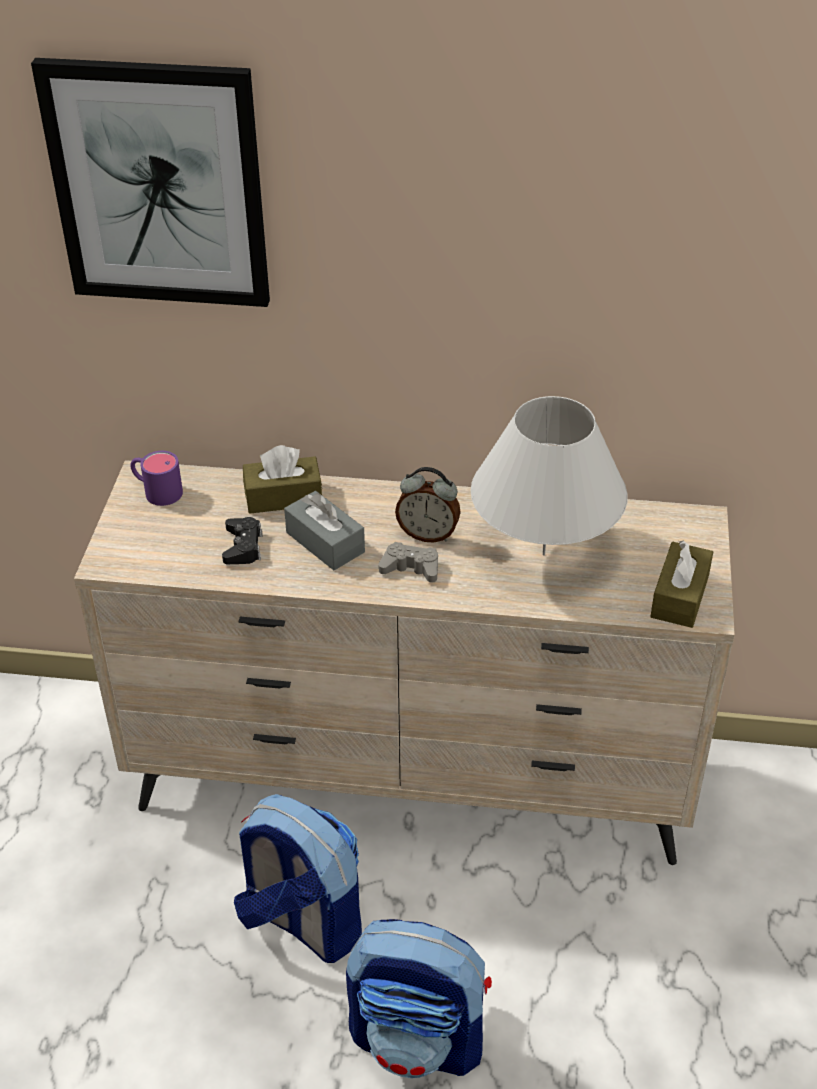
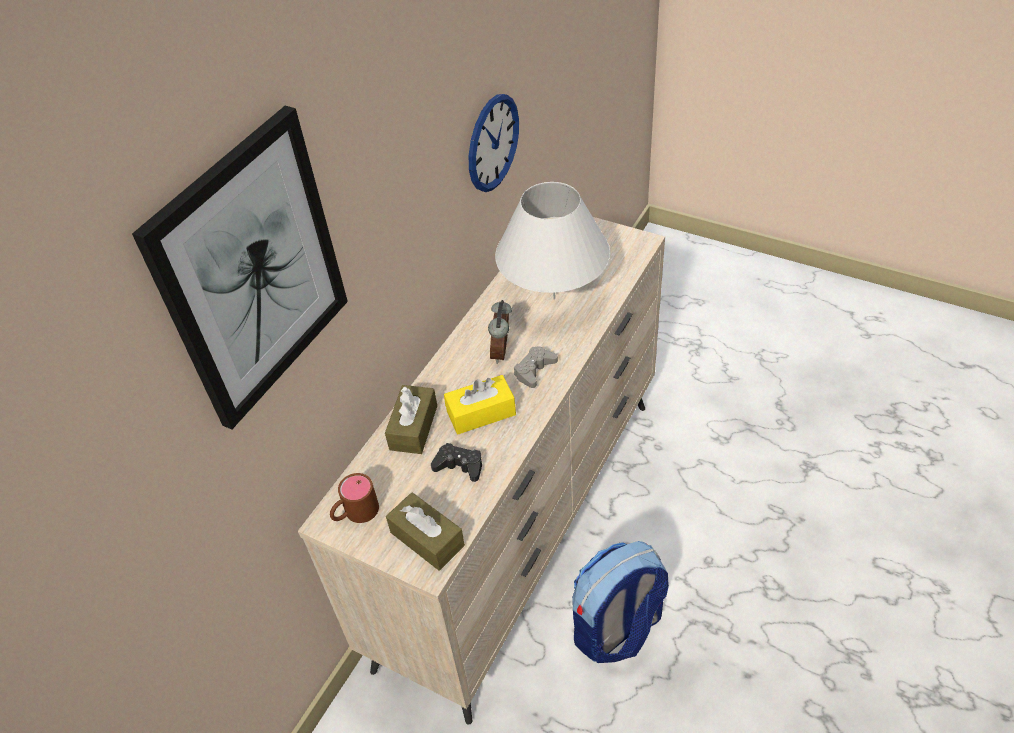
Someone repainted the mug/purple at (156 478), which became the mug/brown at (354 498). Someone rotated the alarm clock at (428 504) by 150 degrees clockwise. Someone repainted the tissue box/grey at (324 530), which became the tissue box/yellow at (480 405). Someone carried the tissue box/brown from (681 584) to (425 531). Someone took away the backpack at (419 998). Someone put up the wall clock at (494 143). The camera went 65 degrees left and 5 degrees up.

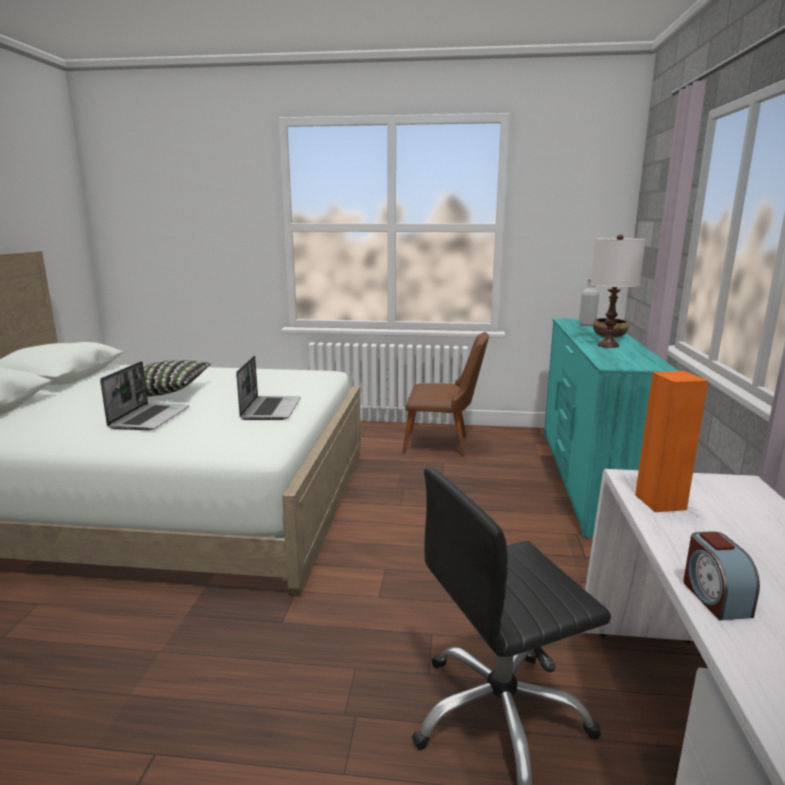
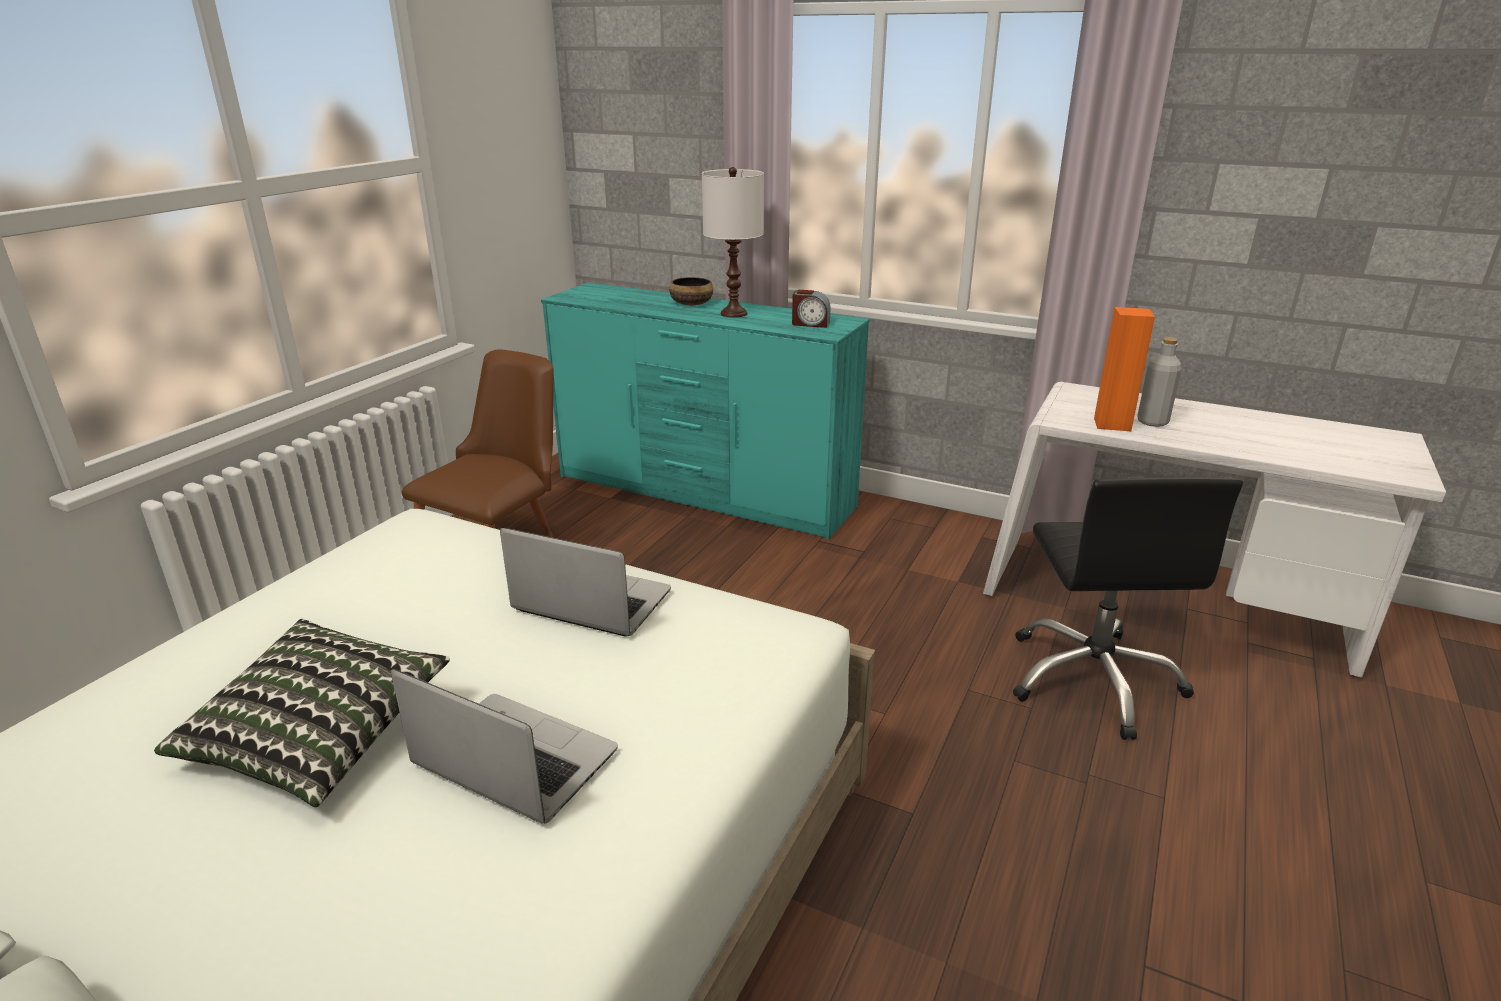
Someone carried the bottle/grey from (589 302) to (1159 382). Someone carried the alarm clock from (721 575) to (811 309). The camera went 70 degrees left and 10 degrees up.

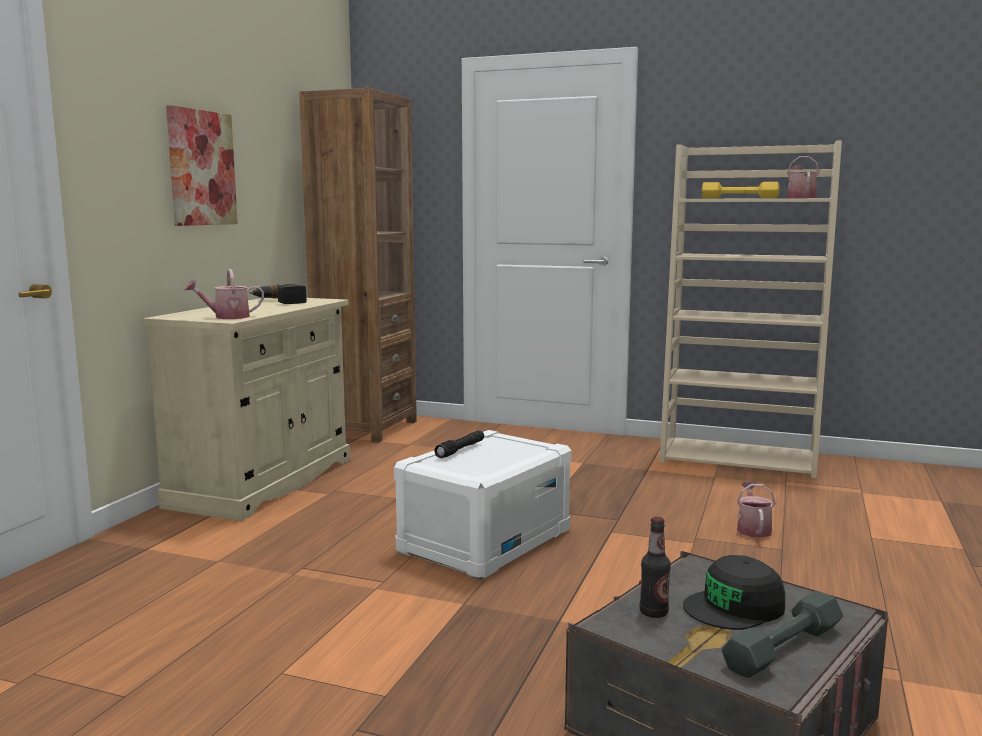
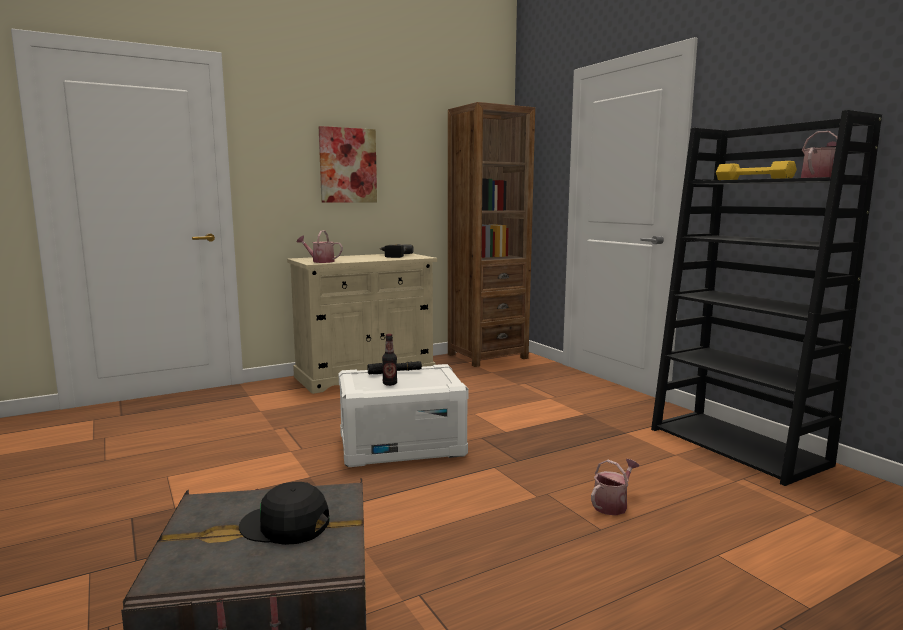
Someone repainted the bookcase/beige at (750 309), which became the bookcase/black at (766 298). Someone carried the bottle from (655 567) to (389 360). Someone took away the dumbbell/grey at (782 634). The camera went 40 degrees right and 0 degrees up.

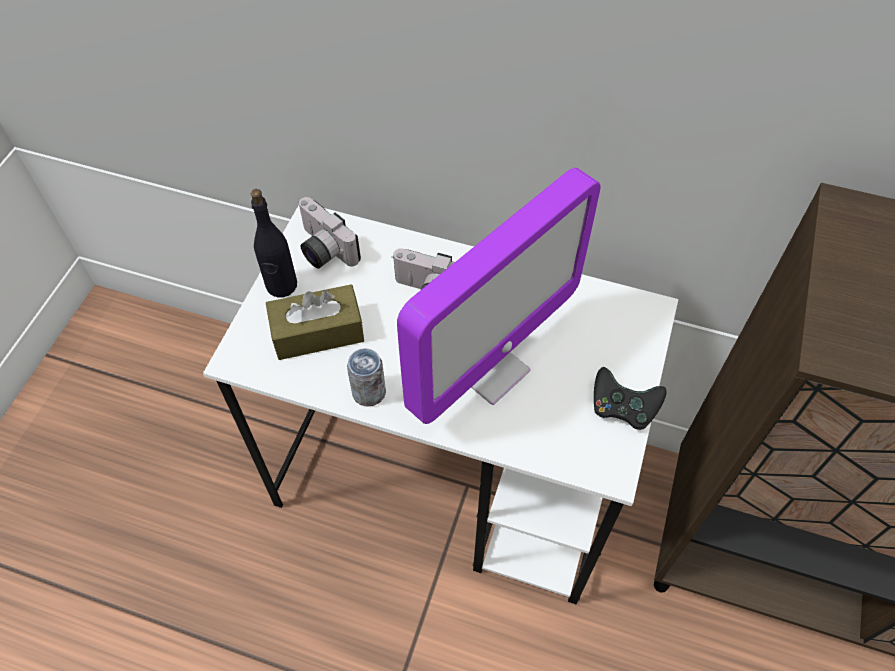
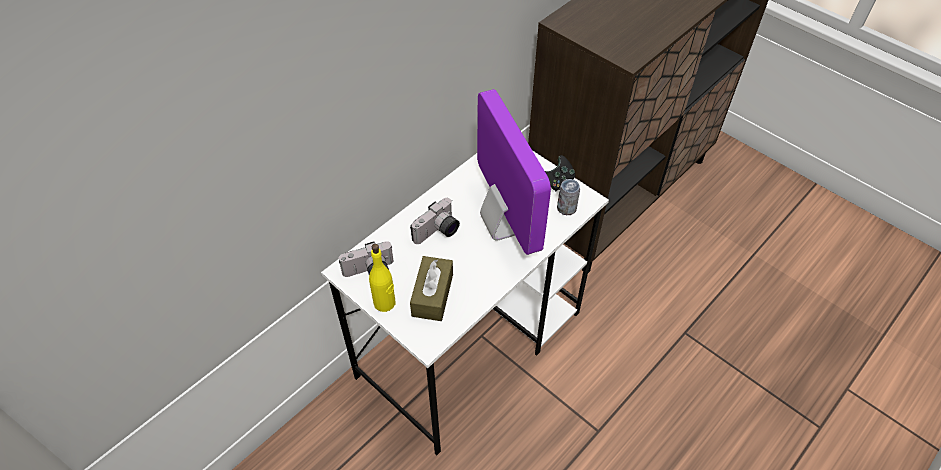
Someone repainted the bottle/black at (274 243), which became the bottle/yellow at (382 278). Someone carried the can from (366 377) to (568 197). The camera went 65 degrees left and 5 degrees down.

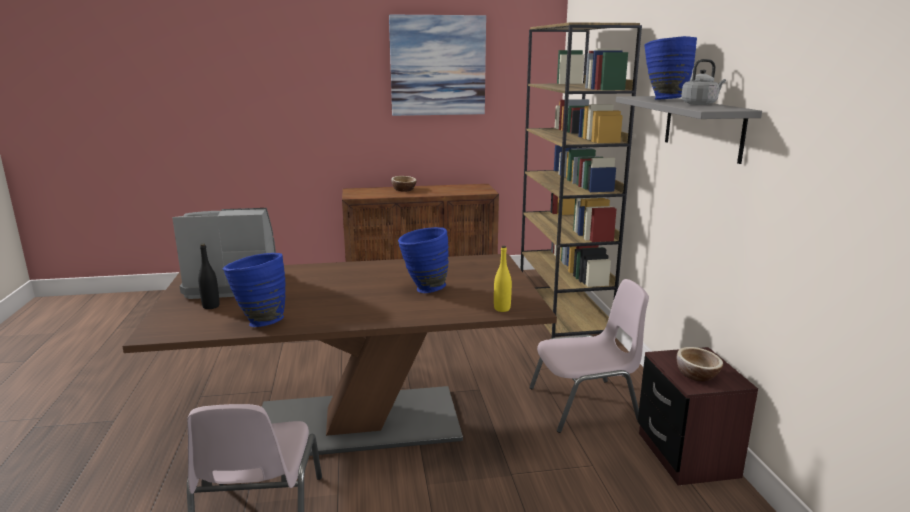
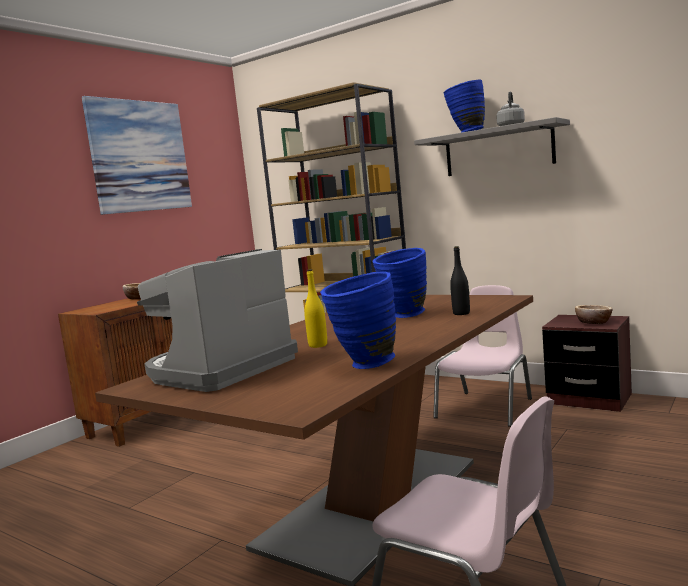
Someone carried the bottle/black from (209 276) to (460 280). Someone carried the bottle/yellow from (503 279) to (315 308). The camera went 45 degrees left and 10 degrees down.

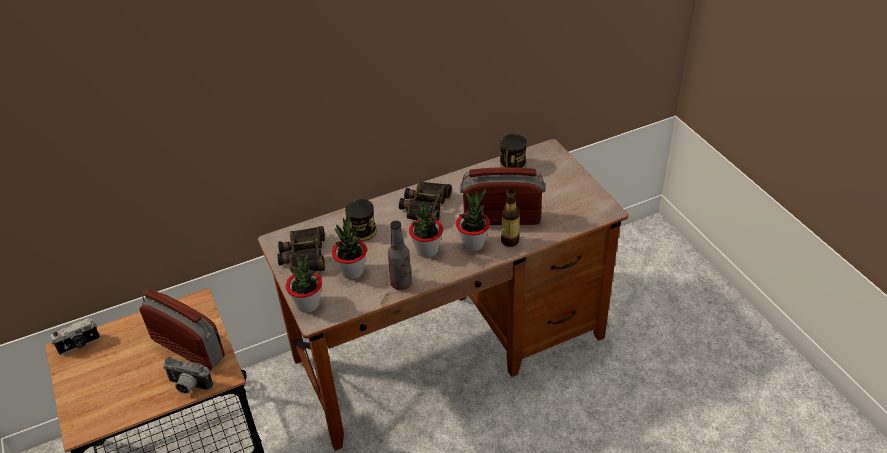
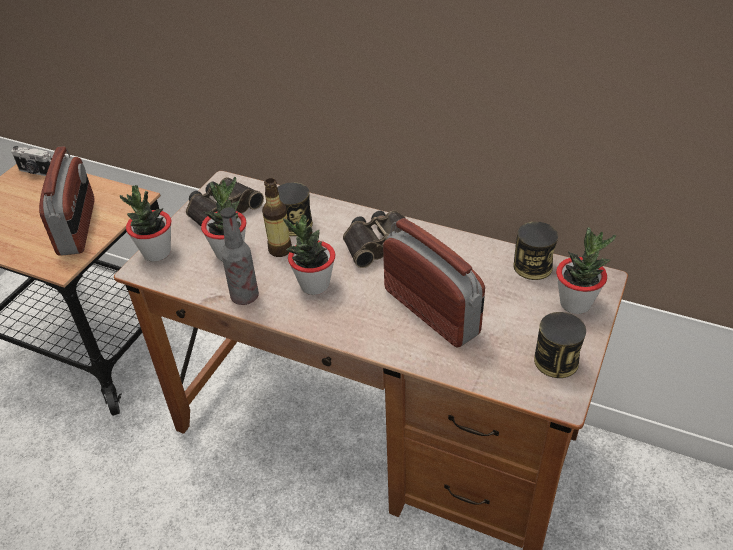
Someone carried the potted plant from (473 219) to (586 270). Someone carried the bottle from (510 218) to (277 217). Someone took away the photo camera at (188 375). Someone put down the can at (560 345). The camera went 50 degrees right and 0 degrees up.

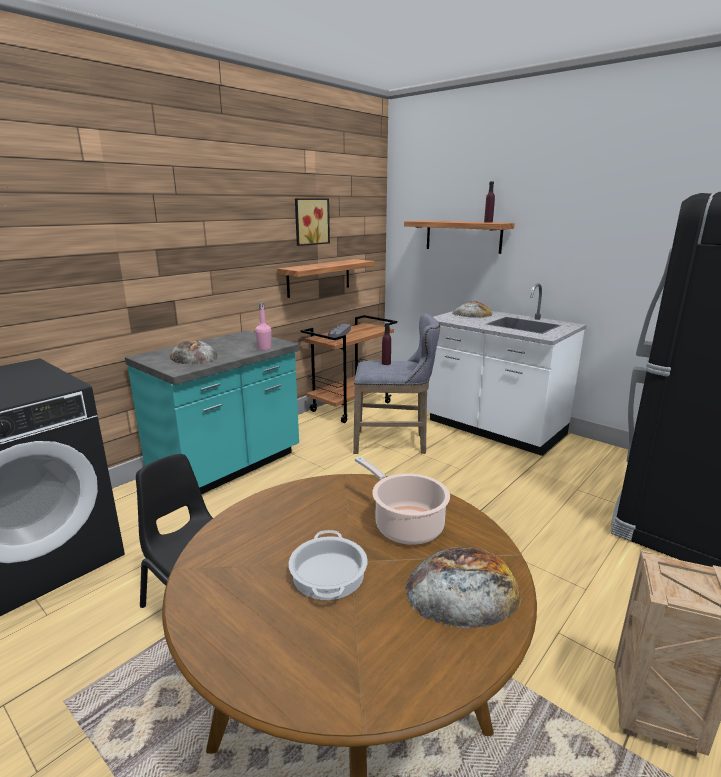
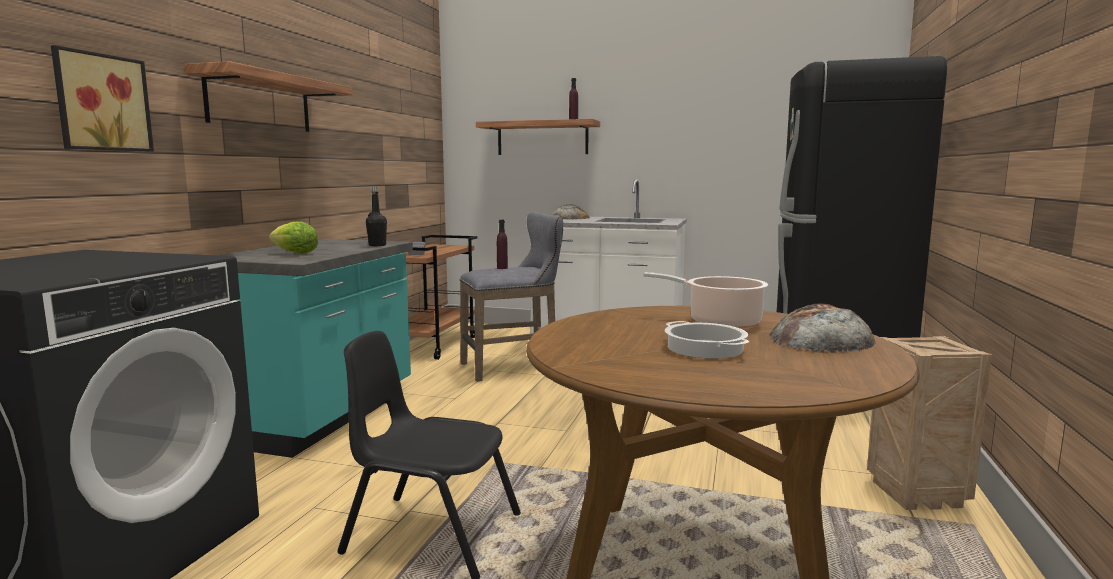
Someone carried the picture from (312 222) to (102 98). Someone carried the shelf from (326 278) to (268 96). Someone repainted the bottle/pink at (263 326), which became the bottle/black at (376 216). Someone swapped the bread at (194 352) for the lettuce at (293 237). The camera went 25 degrees left and 10 degrees down.

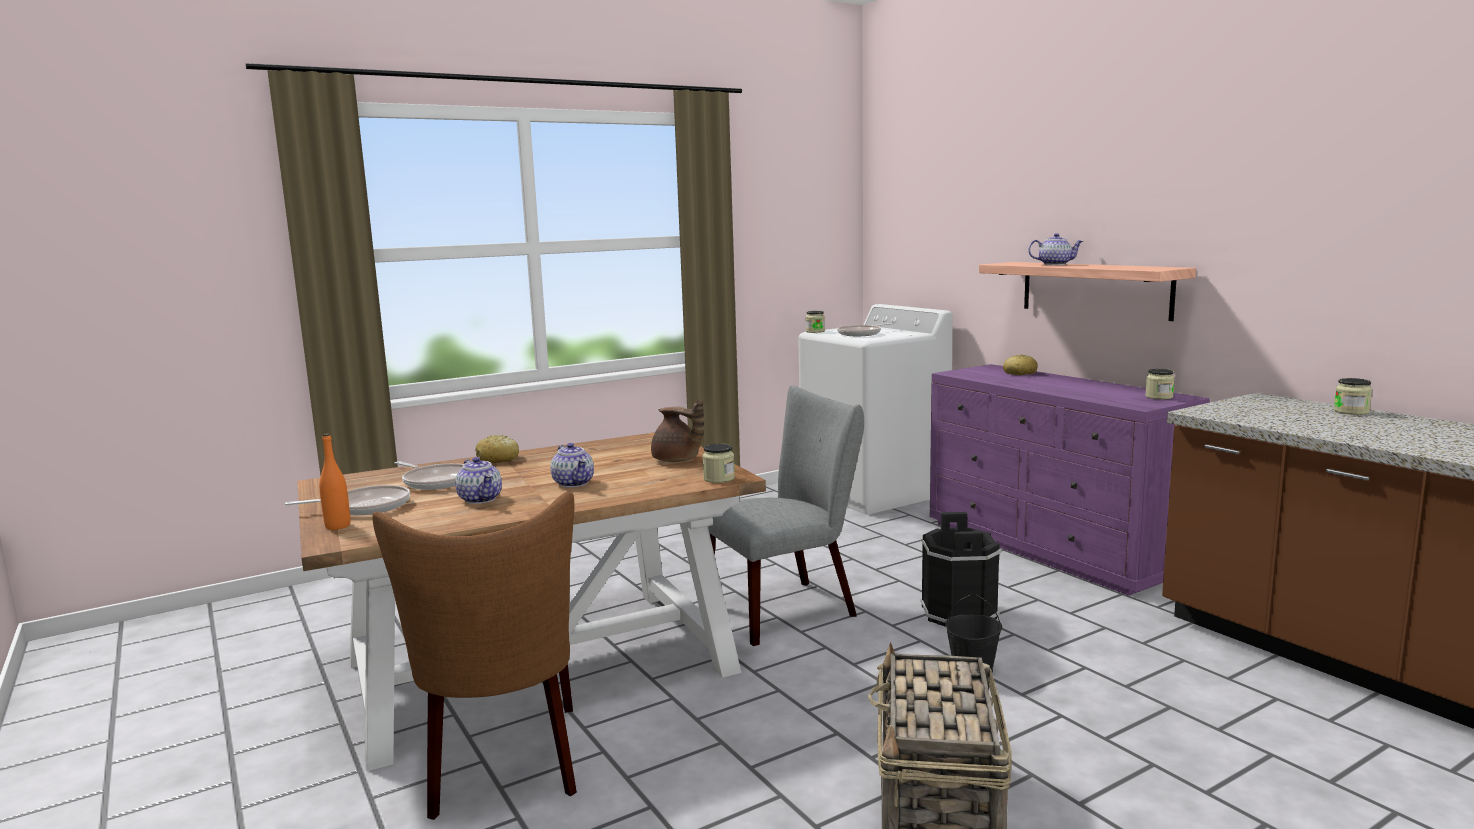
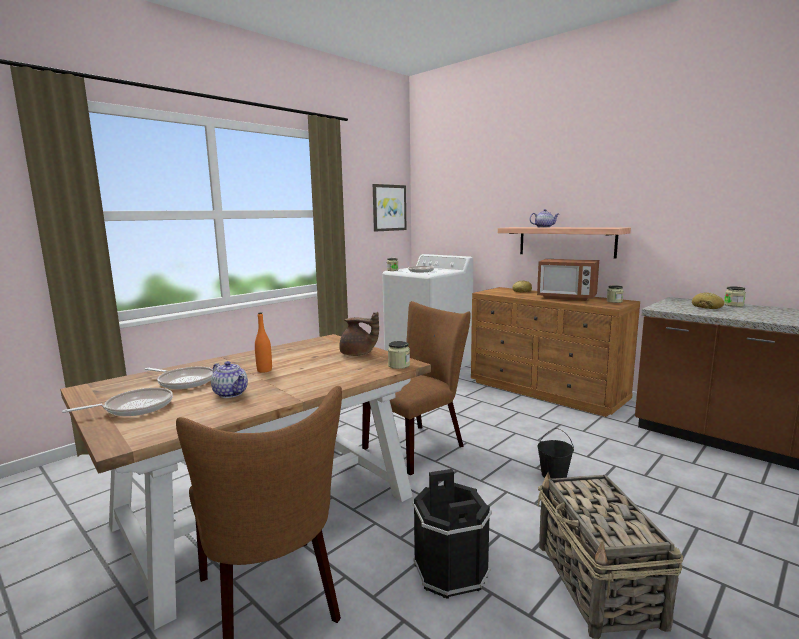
Someone repainted the dresser/purple at (1070 480), which became the dresser/brown at (555 352). Someone repainted the chair/grey at (786 515), which became the chair/brown at (416 388). Someone carried the bottle/orange from (334 481) to (263 342). Someone carried the bread from (497 449) to (708 300). Someone took away the teapot at (572 465). Someone carried the bucket/black from (961 569) to (452 534). Someone put up the picture at (390 208). Someone put down the microwave at (568 280). The camera went 15 degrees left and 0 degrees up.

